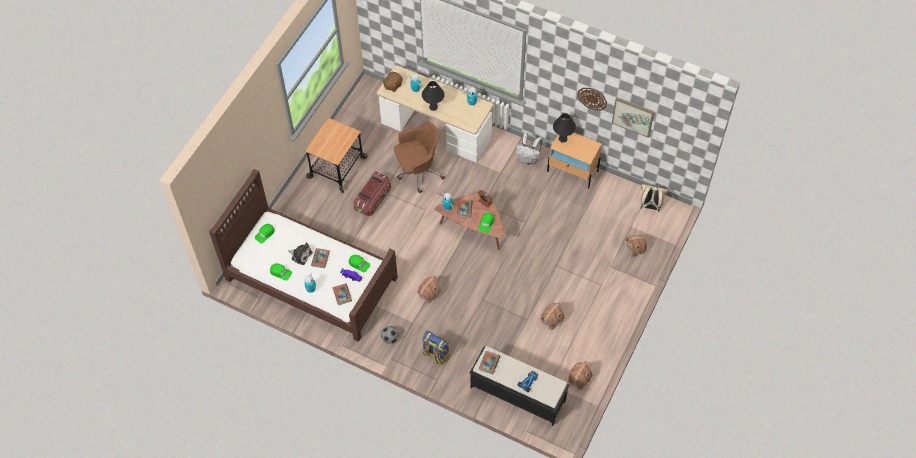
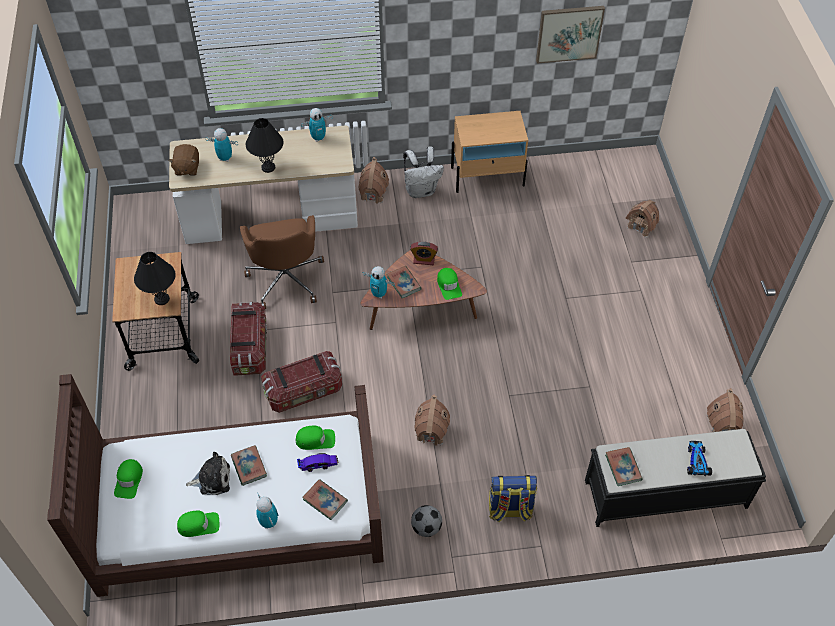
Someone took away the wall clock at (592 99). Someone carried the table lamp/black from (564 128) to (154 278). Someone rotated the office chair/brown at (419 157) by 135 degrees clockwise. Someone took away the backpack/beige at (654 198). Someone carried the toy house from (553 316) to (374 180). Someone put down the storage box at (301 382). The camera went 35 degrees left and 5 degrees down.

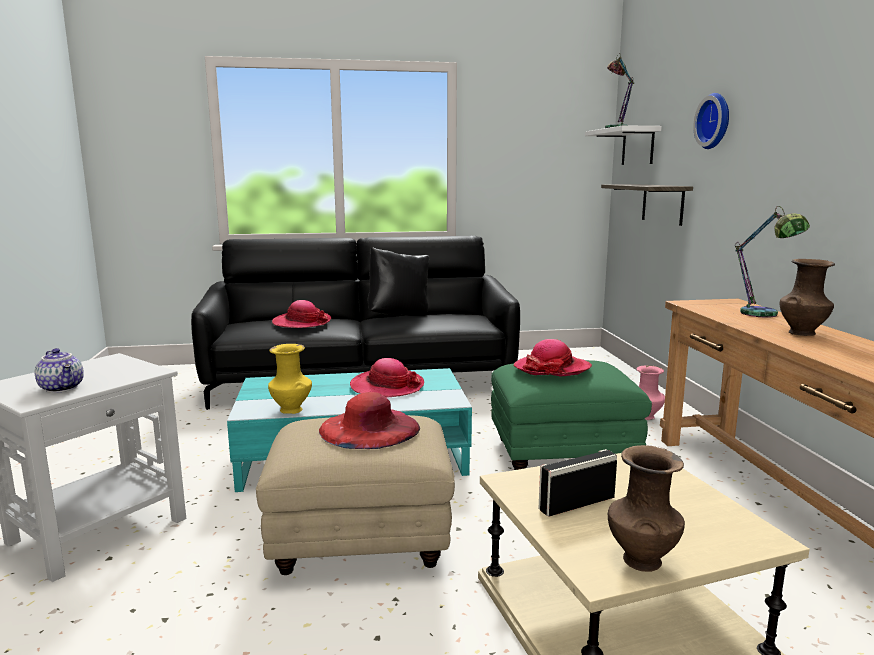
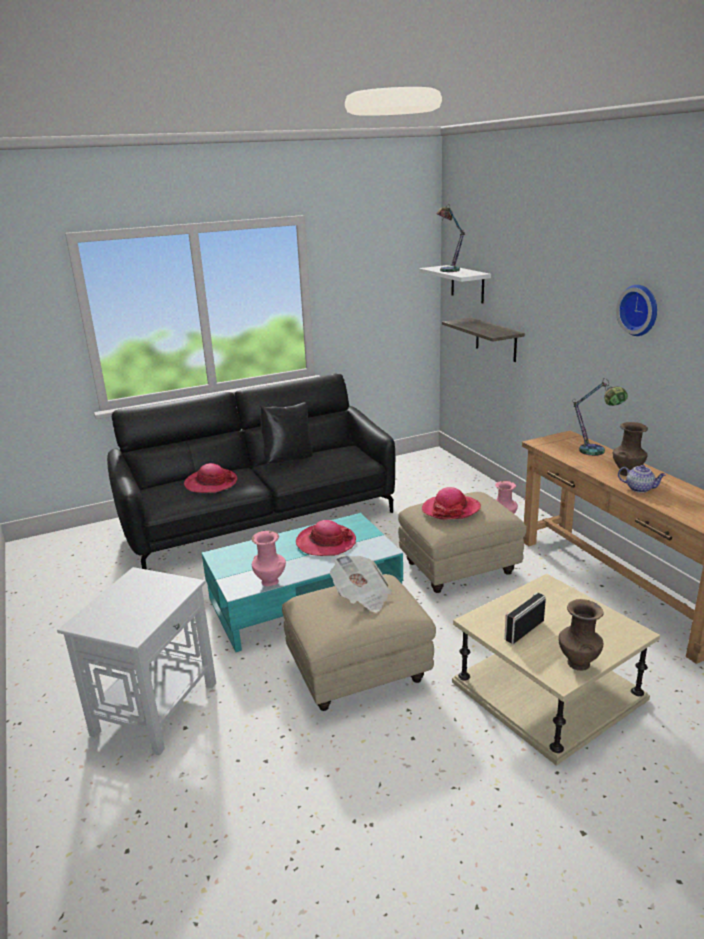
Someone carried the wall clock from (711 121) to (636 310). Someone repainted the vase/yellow at (290 379), which became the vase/pink at (269 558). Someone carried the teapot from (59 370) to (642 479). Someone repainted the ottoman/green at (571 415), which became the ottoman/beige at (462 542). Someone swapped the hat/red at (369 420) for the newspaper at (361 584). The camera went 15 degrees left and 10 degrees up.

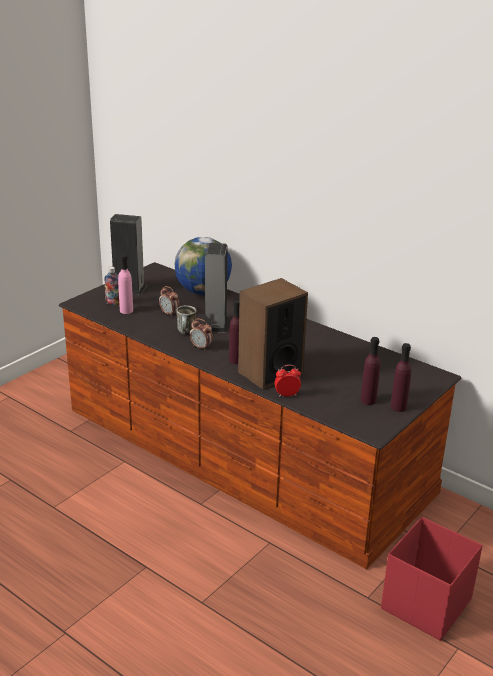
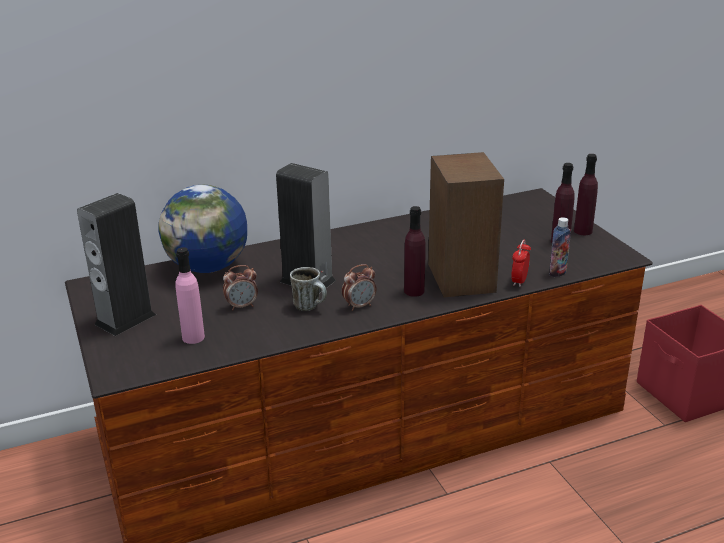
Someone carried the bottle from (111 286) to (560 247). The camera went 60 degrees left and 0 degrees up.

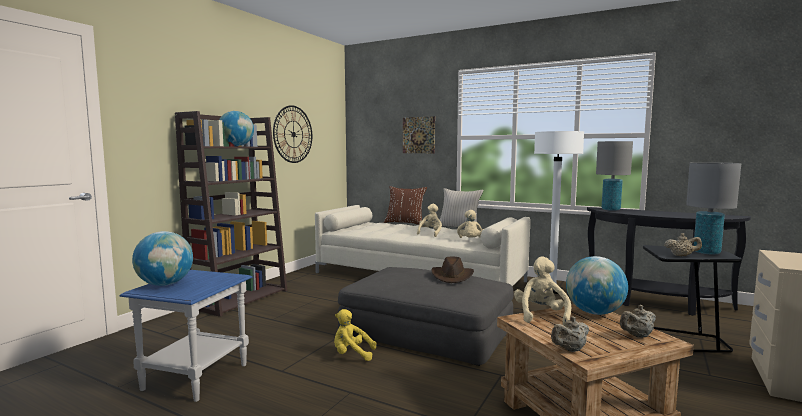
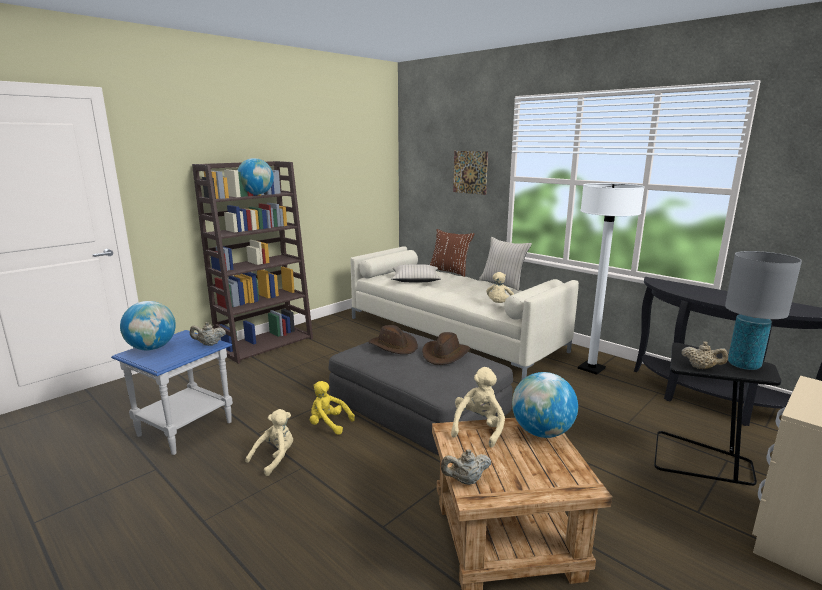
Someone took away the wall clock at (292 134). Someone took away the table lamp/grey at (614 176). Someone carried the plush toy/beige from (429 220) to (269 442). Someone carried the teapot/beige from (638 321) to (208 334). Someone put down the pillow/beige at (416 273). Someone put down the hat/brown at (393 339). The camera went 15 degrees right and 10 degrees up.

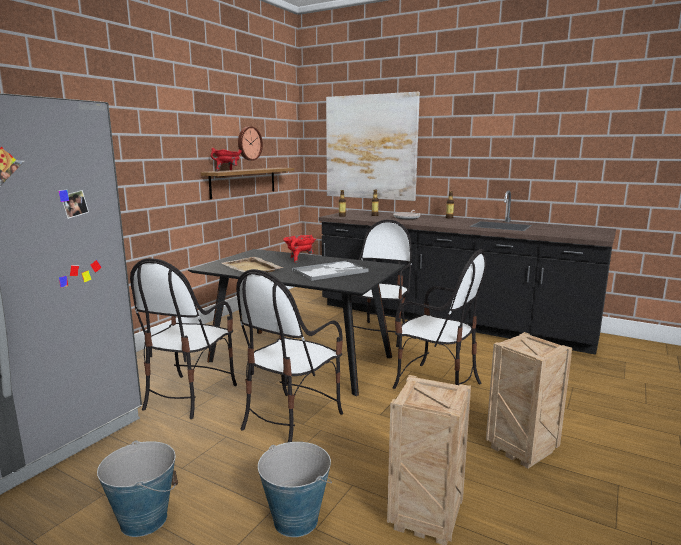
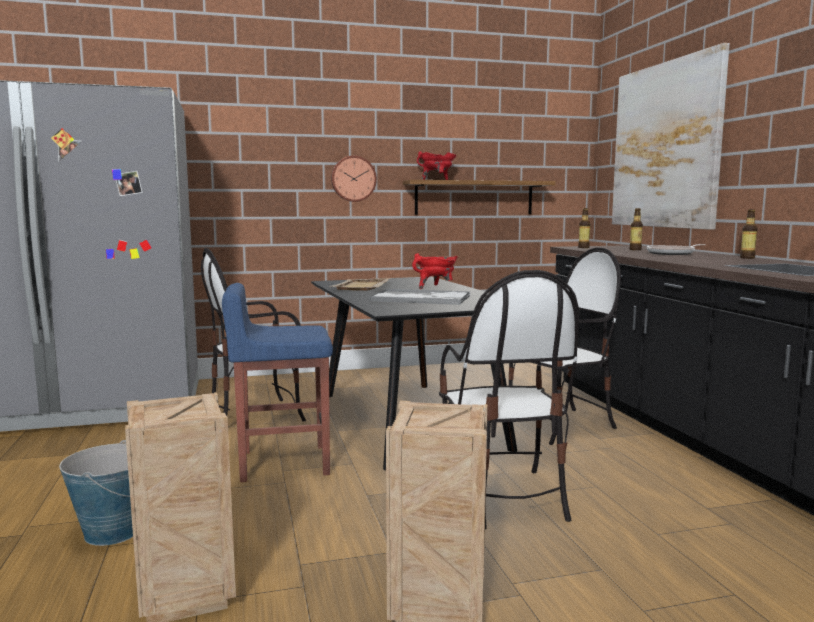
Someone carried the wall clock from (250 143) to (354 179). Someone swapped the chair at (289 355) for the stool/blue at (277 382). Someone took away the bucket at (137 488). The camera went 45 degrees right and 5 degrees down.

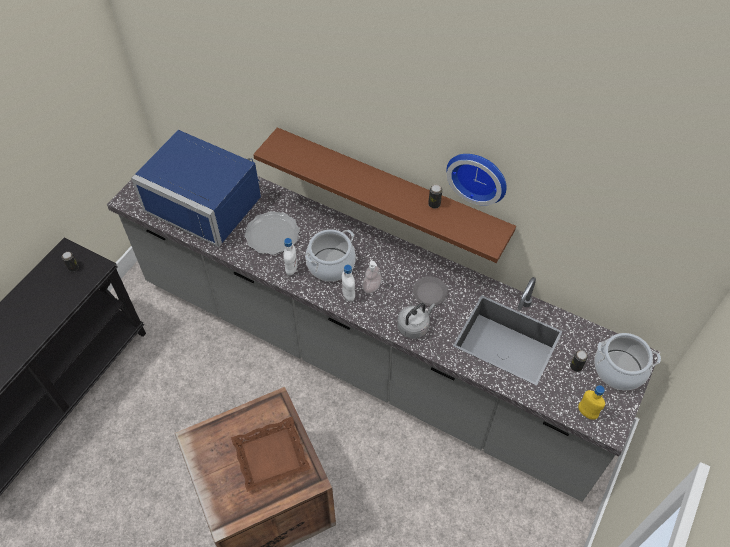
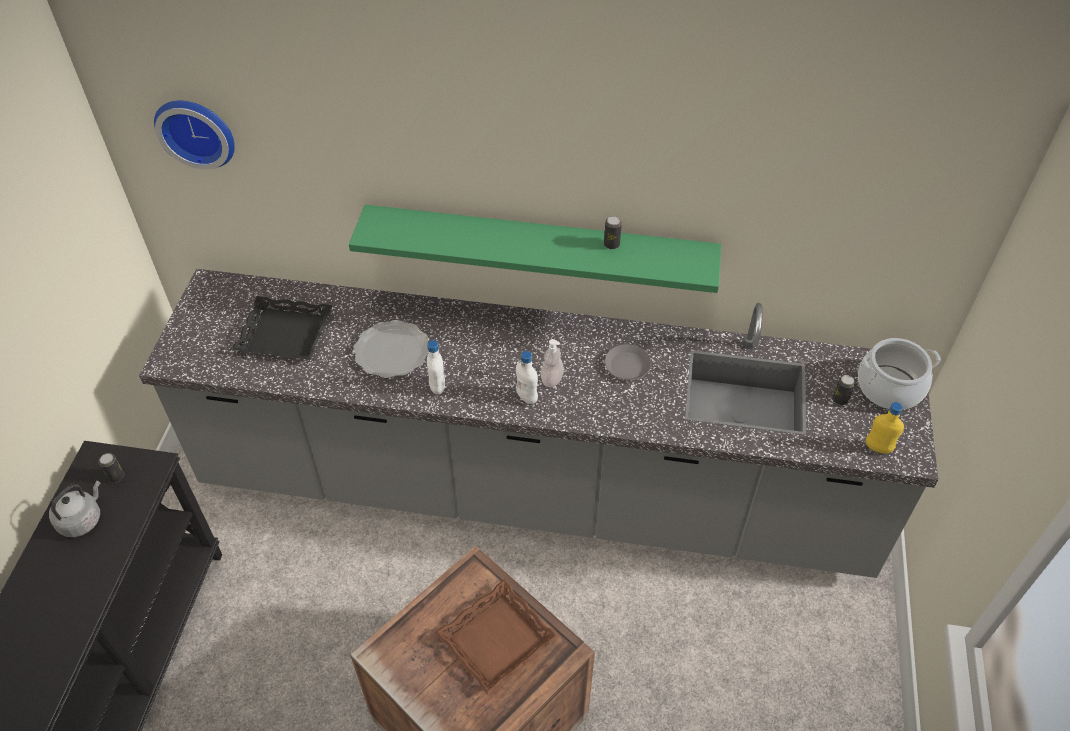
Someone repainted the shelf/brown at (384 195), which became the shelf/green at (535 249). Someone swapped the microwave/blue at (196 188) for the tray/black at (282 328). Someone carried the wall clock from (476 180) to (194 135). Someone took away the cooking pot at (330 255). Someone carried the kettle/grey from (416 321) to (75 509). The camera went 20 degrees left and 5 degrees down.

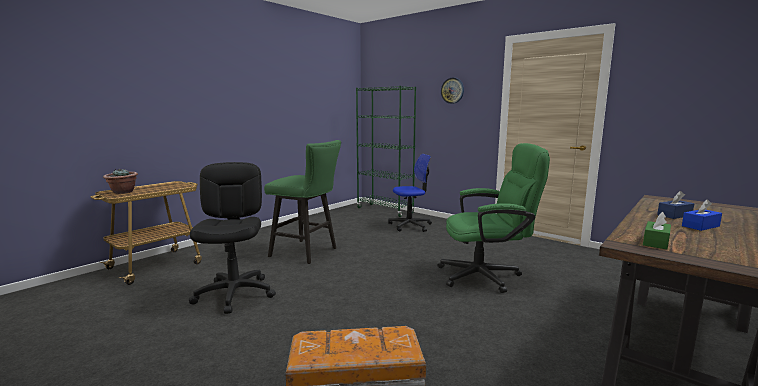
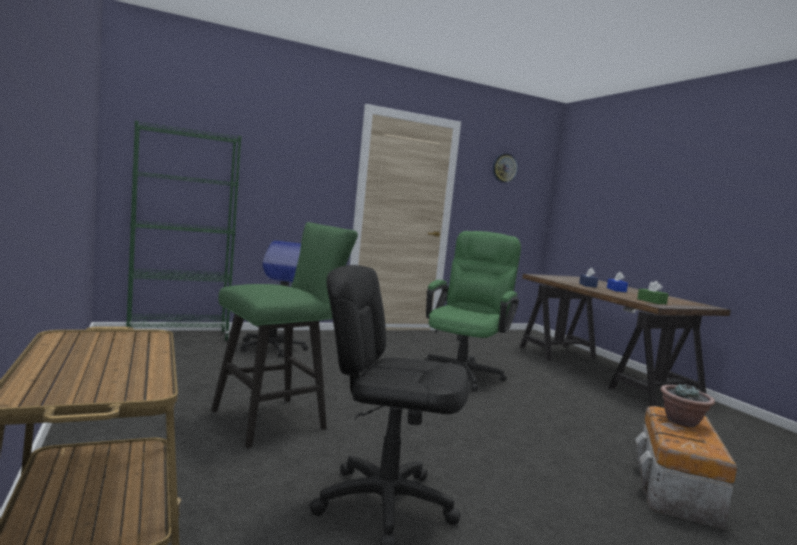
Someone carried the wall clock from (452 91) to (505 168). Someone carried the potted plant from (120 181) to (687 405). The camera went 65 degrees left and 5 degrees down.

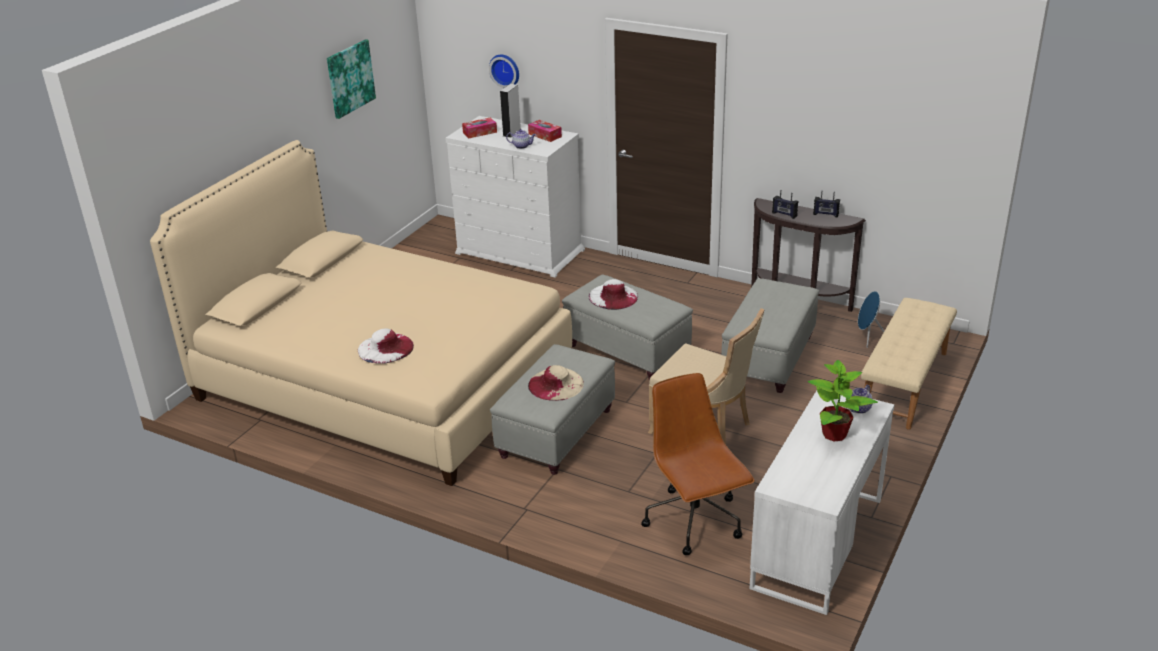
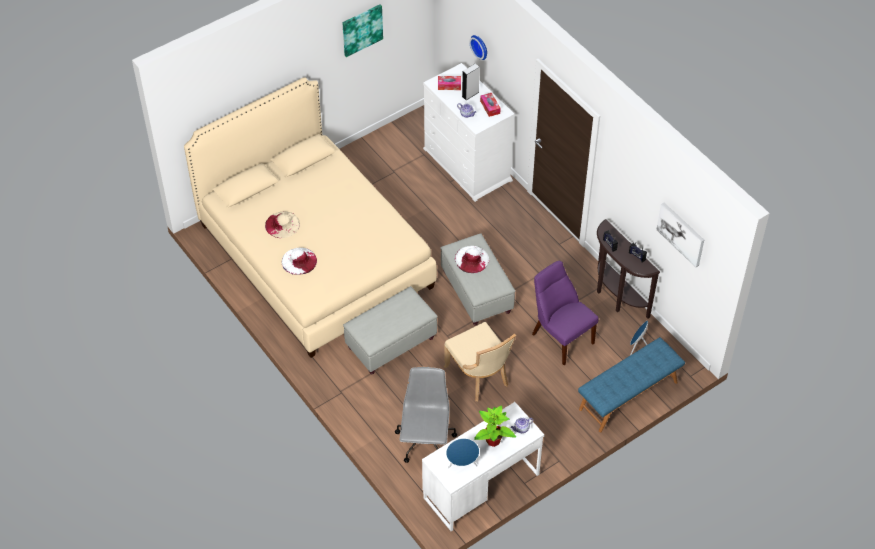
Someone swapped the ottoman/grey at (770 335) for the chair/purple at (565 313). Someone repainted the bench/beige at (909 364), which became the bench/blue at (631 384). Someone carried the hat/beige from (556 383) to (282 225). Someone repainted the office chair/brown at (698 464), which became the office chair/grey at (426 415). Someone put up the picture at (680 234). Someone put down the speaker/blue at (462 453). The camera went 25 degrees right and 20 degrees up.

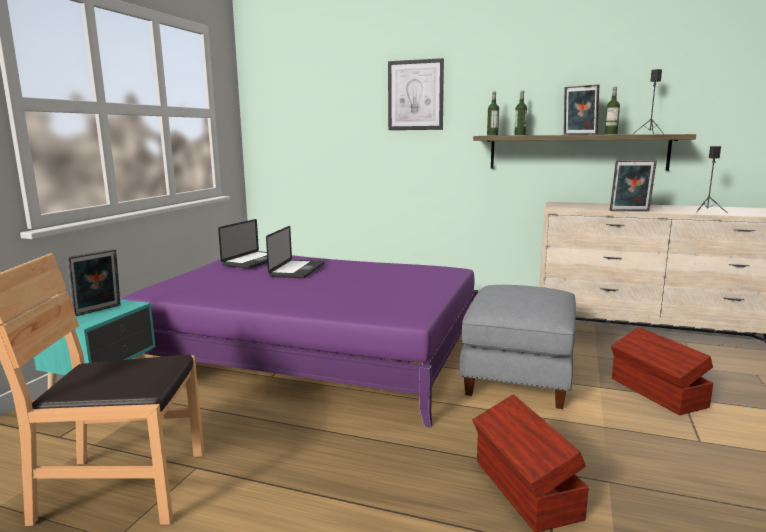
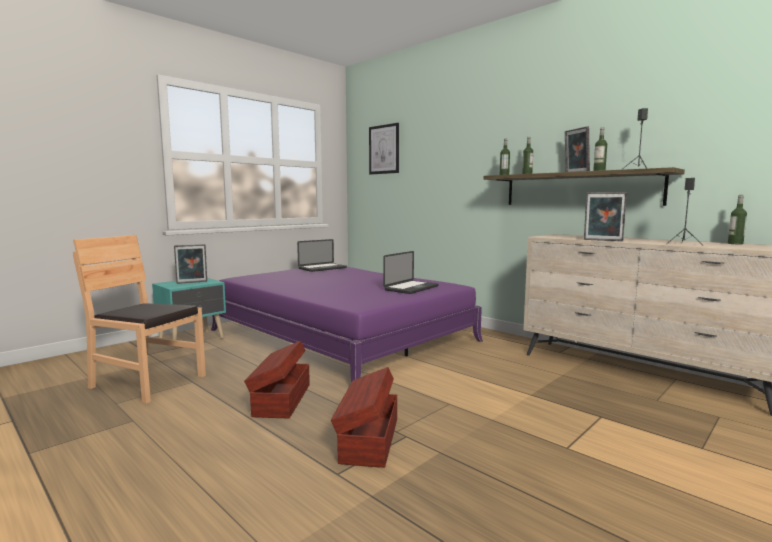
Someone carried the picture from (416 94) to (384 149). Someone carried the laptop from (295 252) to (411 272). Someone took away the ottoman/grey at (517 347). Someone carried the storage box/brown from (662 371) to (277 379). Someone put down the bottle at (737 219). The camera went 25 degrees right and 5 degrees down.

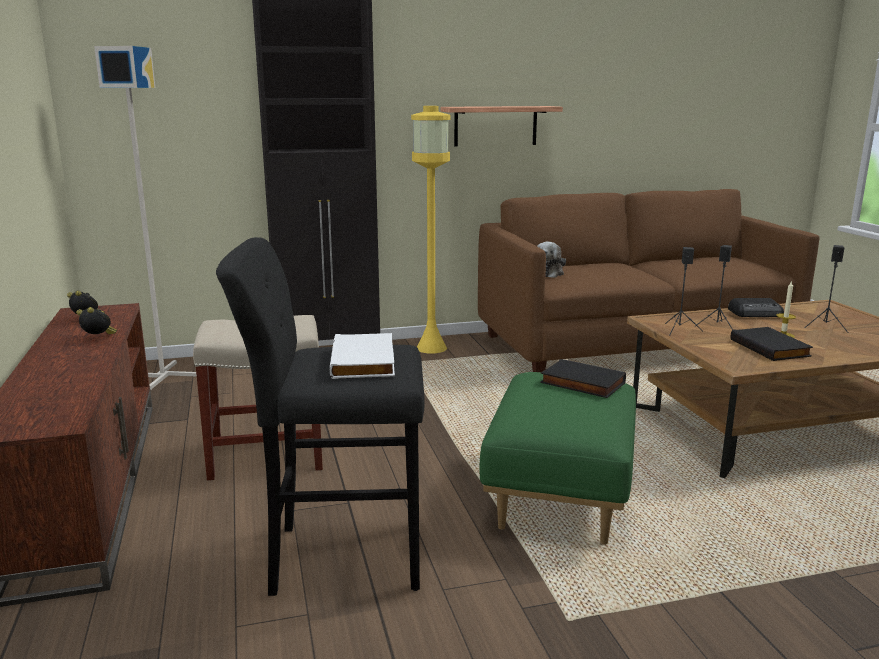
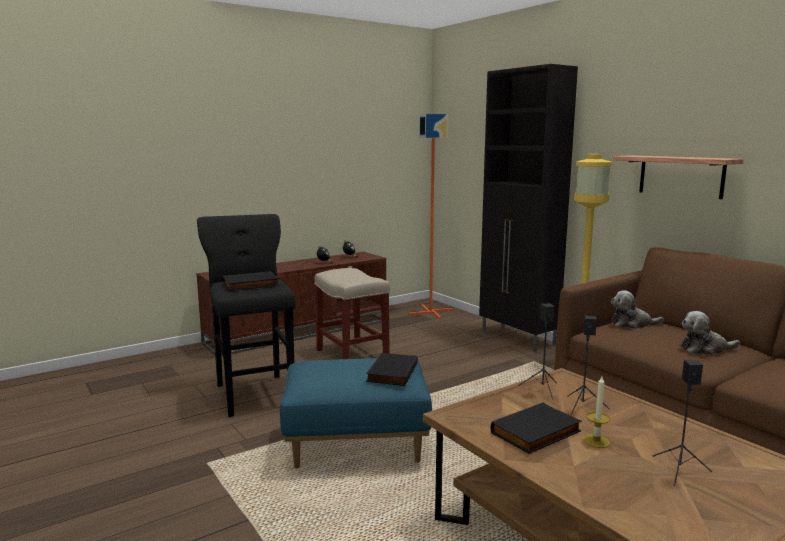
Someone repainted the floor lamp/grey at (145 218), which became the floor lamp/orange at (430 216). Someone took away the radio at (756 307). Someone repainted the book/white at (362 356), which became the book/black at (251 281). Someone repainted the ottoman/green at (557 458), which became the ottoman/blue at (356 413). Someone put down the plush toy at (710 333). The camera went 70 degrees right and 5 degrees down.

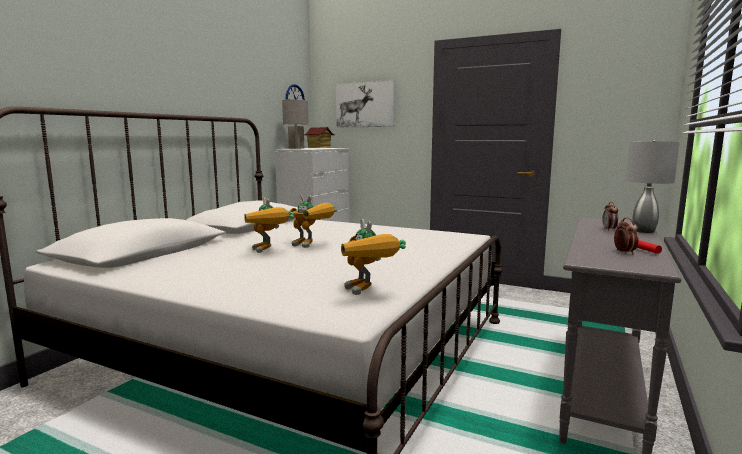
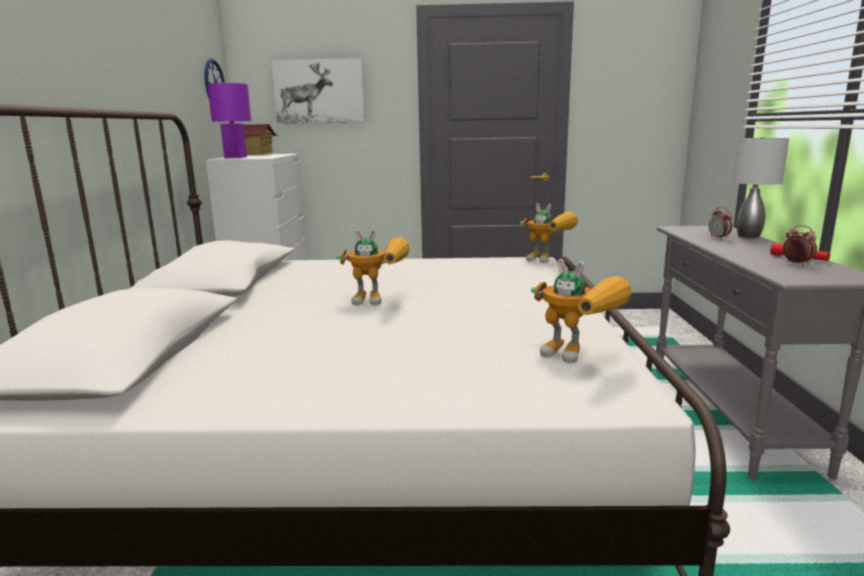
Someone repainted the table lamp/grey at (295 124), which became the table lamp/purple at (229 120). Someone carried the toy robot from (269 225) to (549 233). The camera went 25 degrees left and 5 degrees up.

